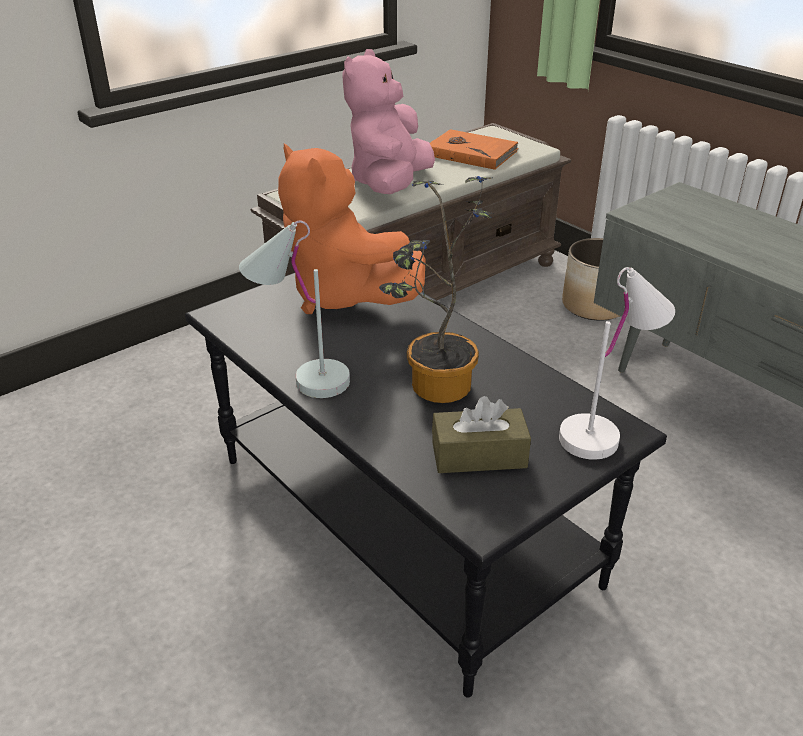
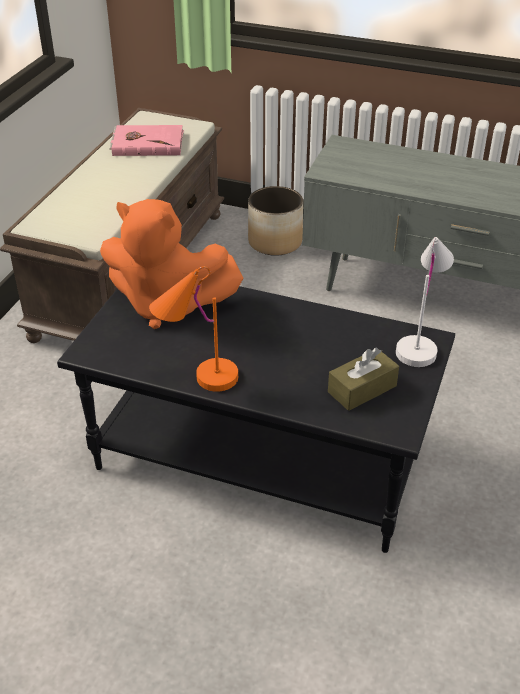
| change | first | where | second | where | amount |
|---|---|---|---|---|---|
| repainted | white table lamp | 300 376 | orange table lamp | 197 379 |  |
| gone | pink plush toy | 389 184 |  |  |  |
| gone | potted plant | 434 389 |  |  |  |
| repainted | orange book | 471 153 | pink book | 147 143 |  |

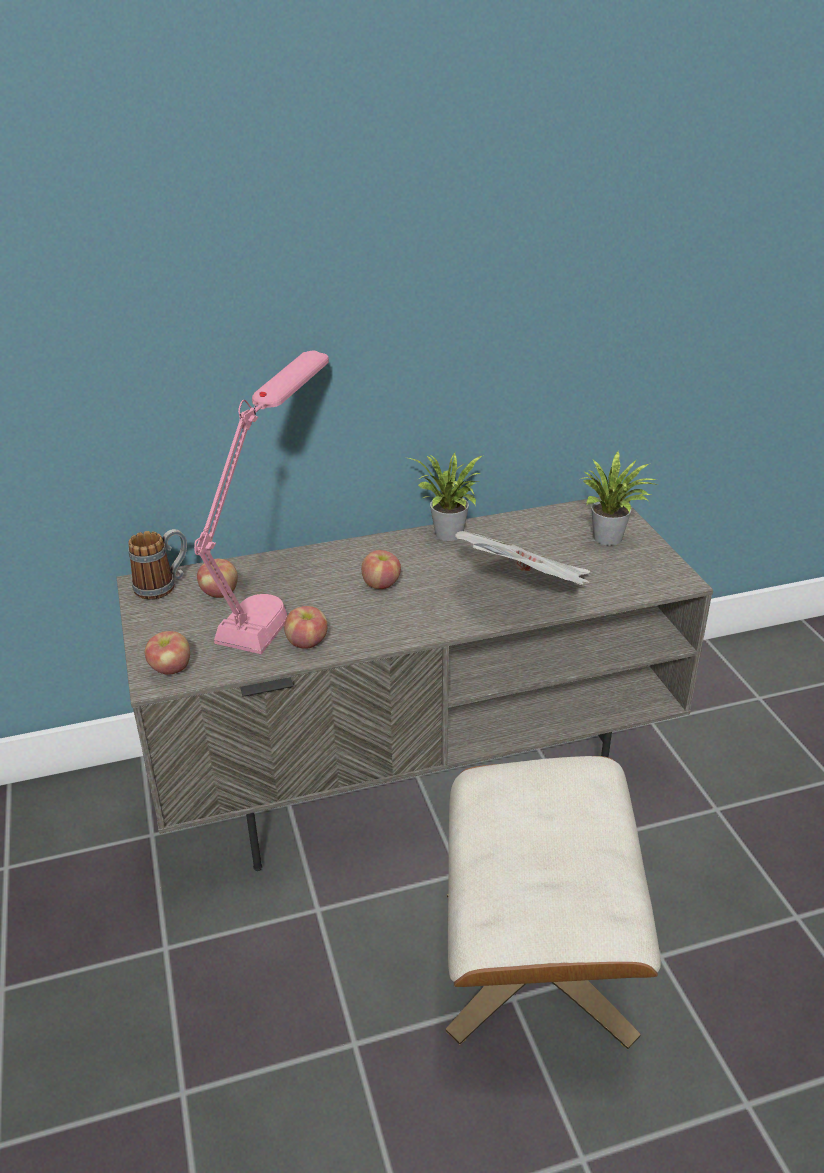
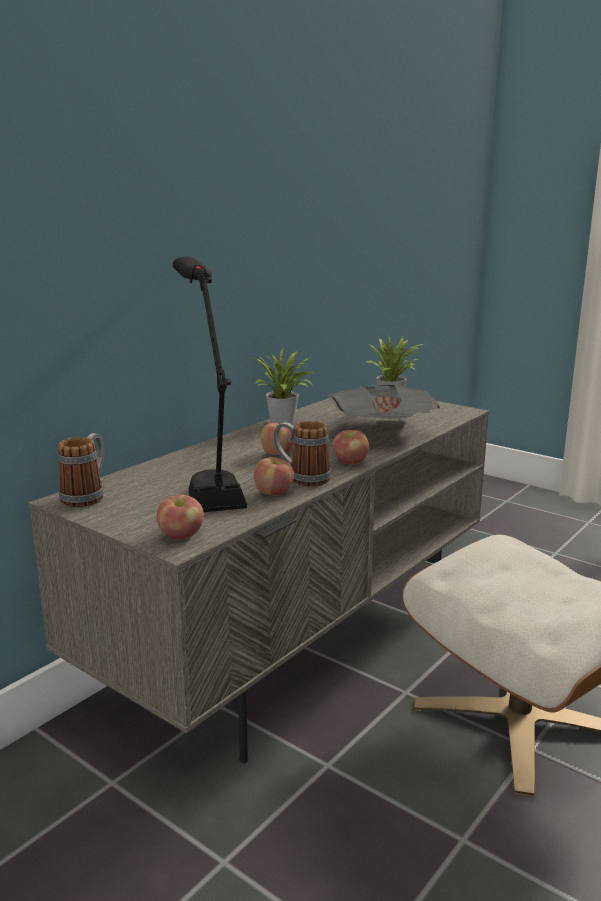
| change | first | where | second | where | amount |
|---|---|---|---|---|---|
| repainted | pink table lamp | 279 598 | black table lamp | 208 478 |  |
| shifted | apple | 219 593 |  | 350 462 |  |
| new |  |  | mug | 301 478 |  |

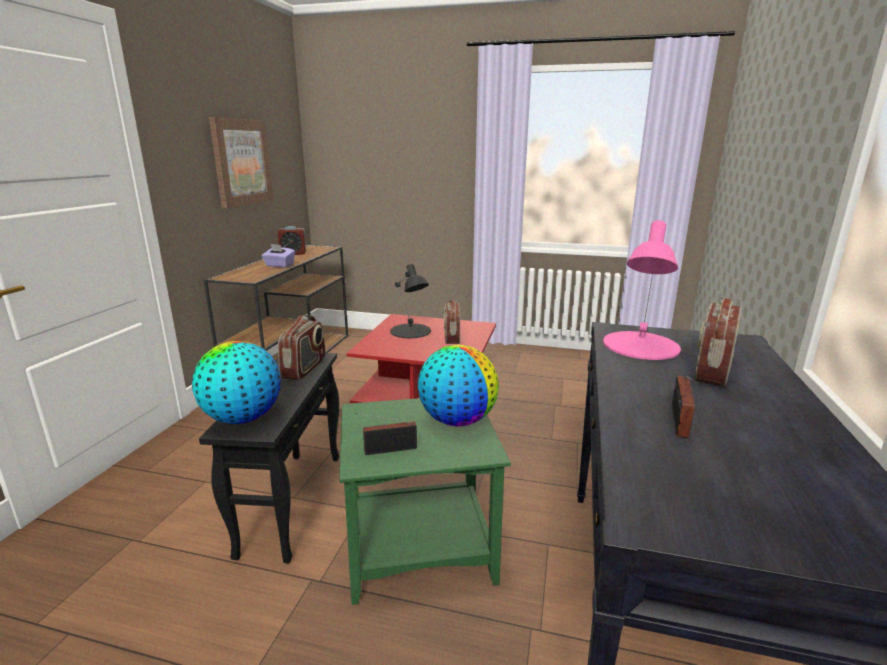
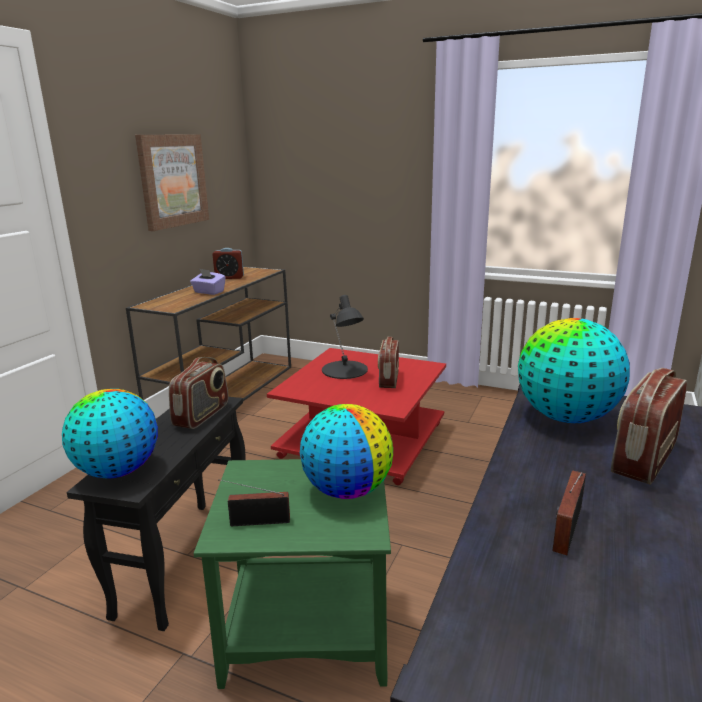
| change | first | where | second | where | amount |
|---|---|---|---|---|---|
| swapped | pink table lamp | 640 345 | globe | 565 417 |  |

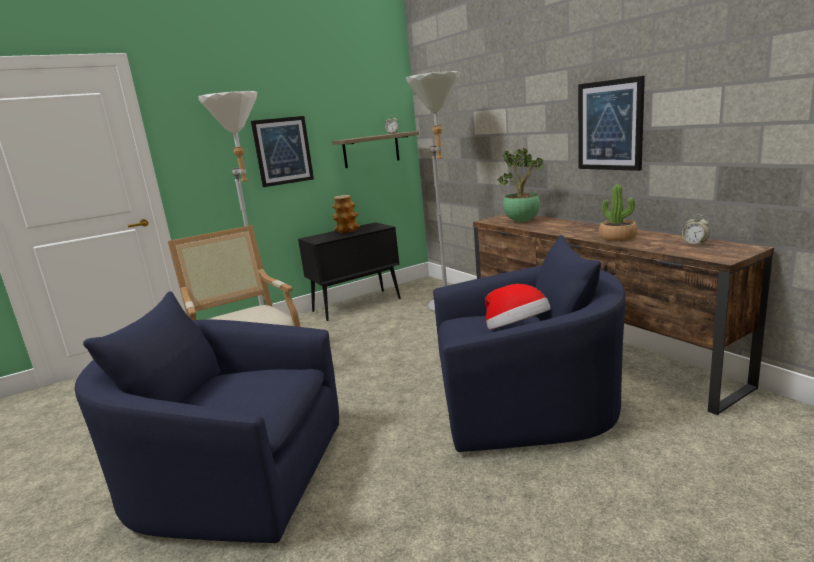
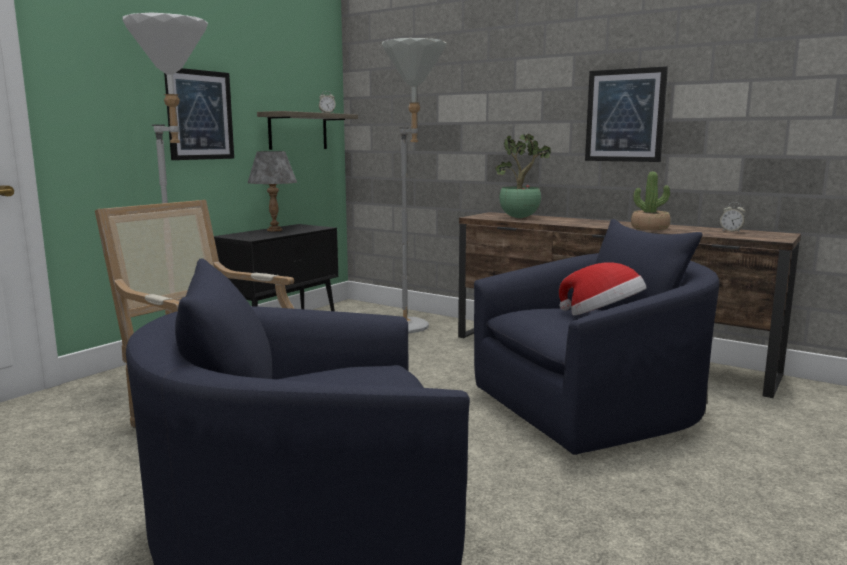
| change | first | where | second | where | amount |
|---|---|---|---|---|---|
| swapped | vase | 347 230 | grey table lamp | 274 230 |  |

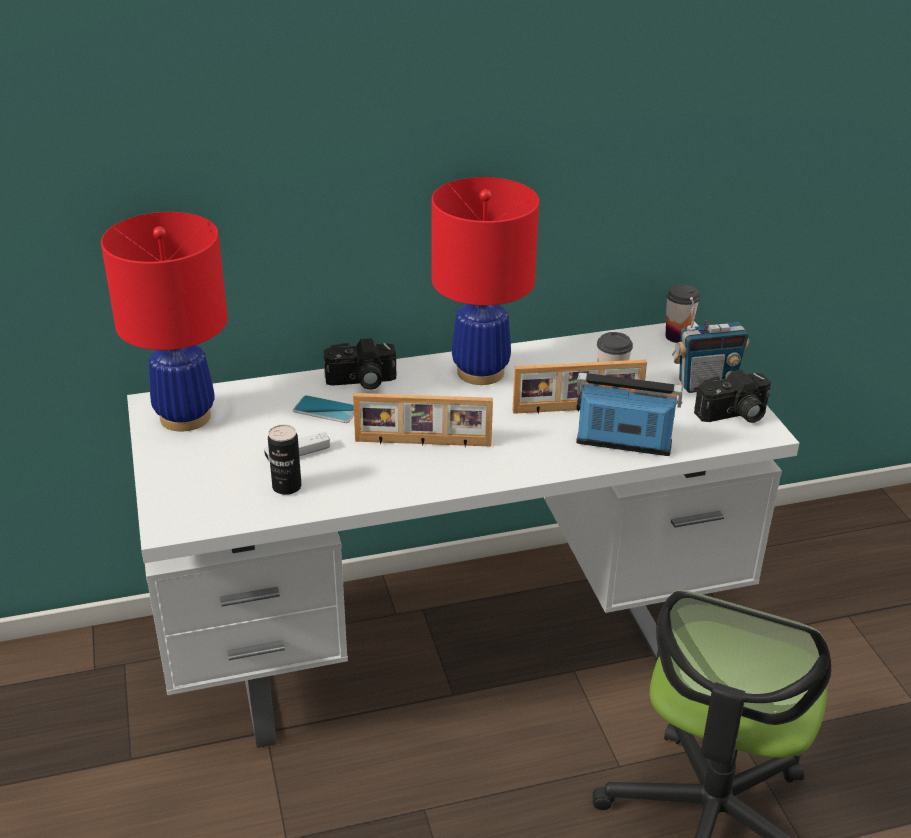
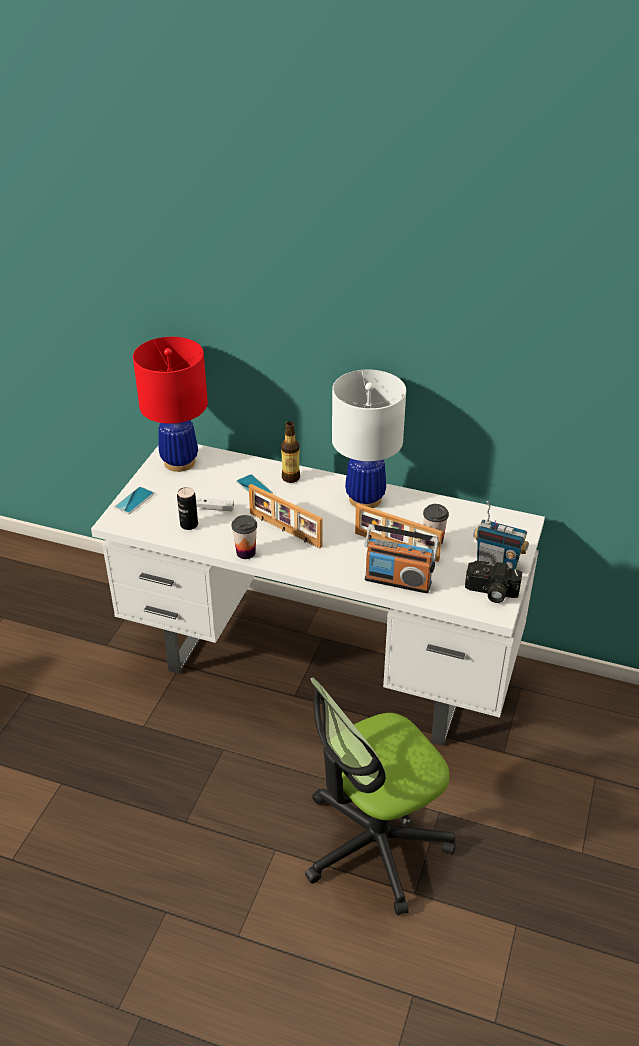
| change | first | where | second | where | amount |
|---|---|---|---|---|---|
| swapped | photo camera | 361 381 | bottle | 291 478 |  |
| repainted | red table lamp | 480 372 | white table lamp | 364 499 |  |
| rotated | radio | 623 444 |  | 398 581 | 150 degrees clockwise |
| shifted | cup | 677 336 |  | 246 552 |  |
| new |  |  | phone | 134 501 |  |

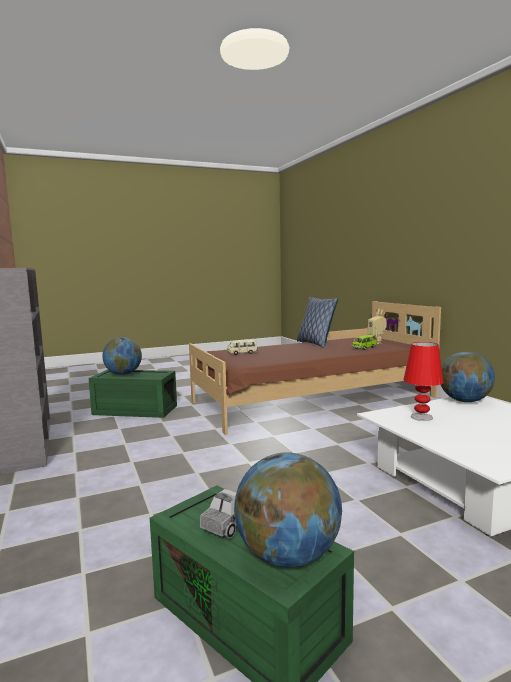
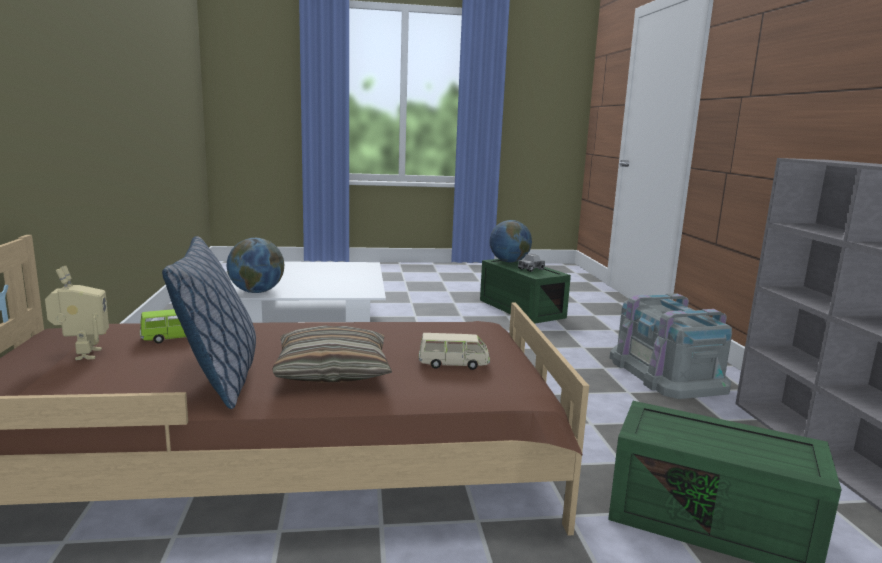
| change | first | where | second | where | amount |
|---|---|---|---|---|---|
| gone | globe | 123 374 |  |  |  |
| gone | red table lamp | 422 417 |  |  |  |
| new |  |  | pillow | 333 371 |  |
| new |  |  | grey storage box | 667 373 |  |

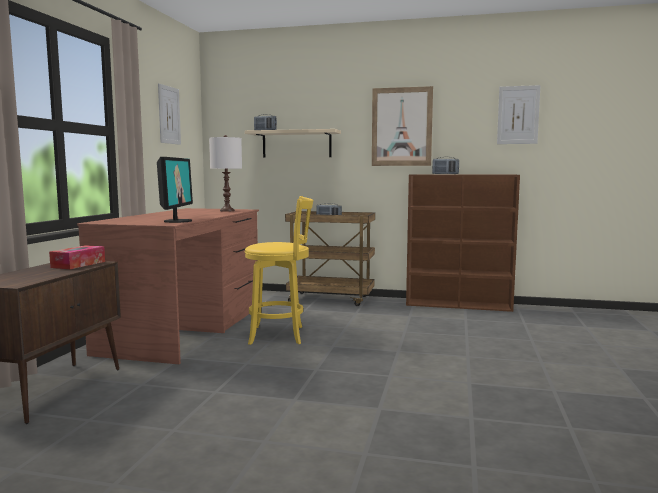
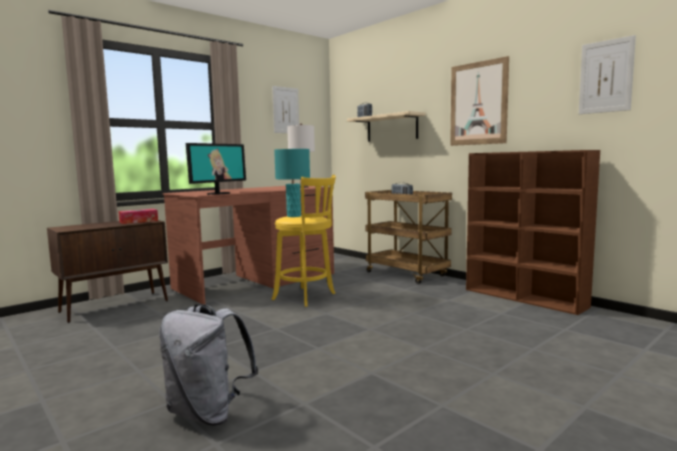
| change | first | where | second | where | amount |
|---|---|---|---|---|---|
| gone | radio | 445 174 |  |  |  |
| new |  |  | grey backpack | 208 413 |  |
| new |  |  | turquoise table lamp | 293 216 |  |

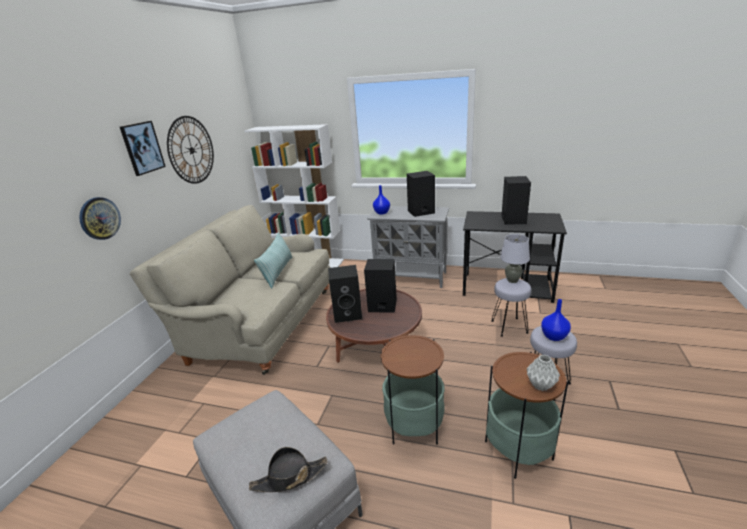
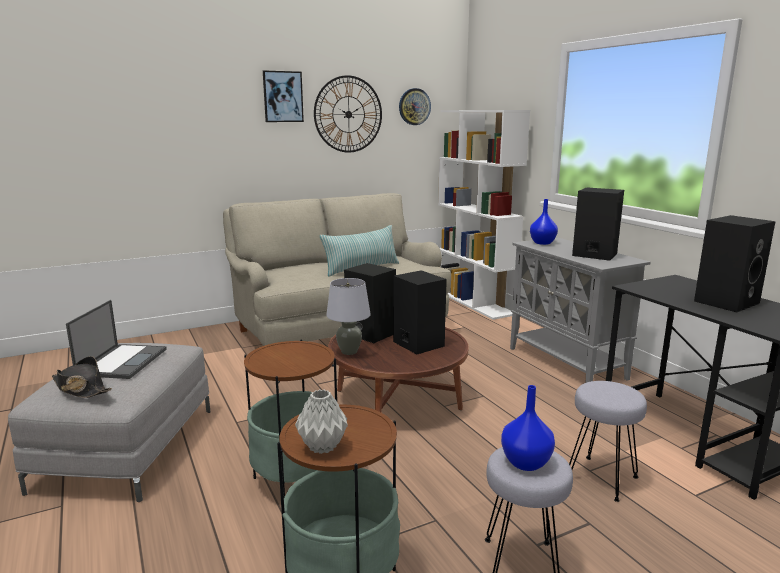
| change | first | where | second | where | amount |
|---|---|---|---|---|---|
| shifted | wall clock | 99 218 |  | 414 106 |  |
| shifted | grey table lamp | 512 280 |  | 349 352 |  |
| new |  |  | laptop | 123 361 |  |

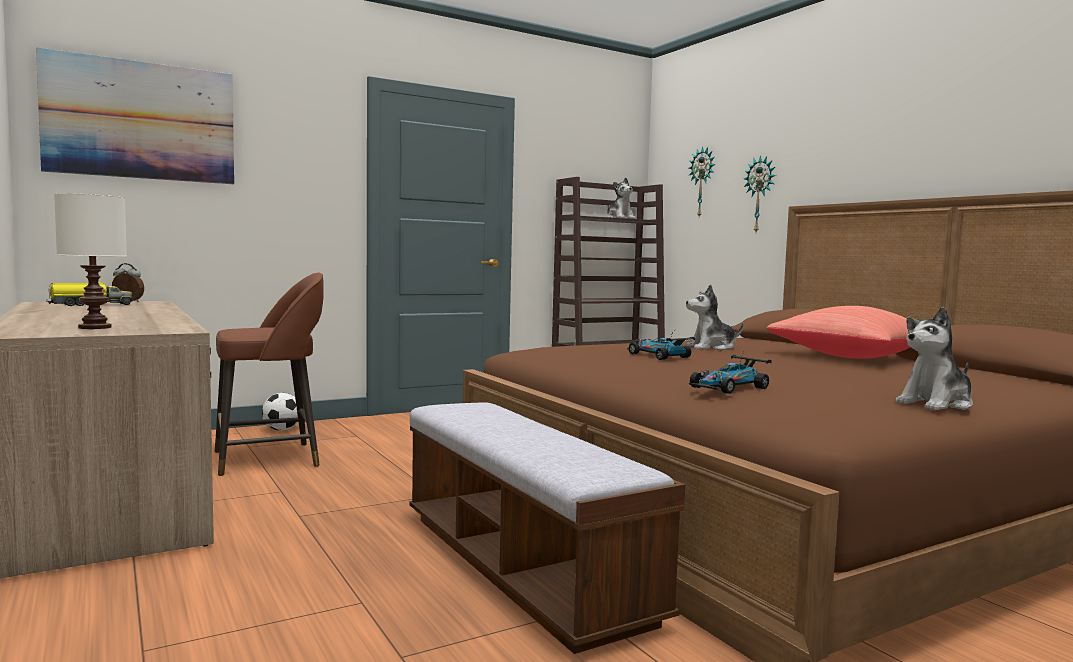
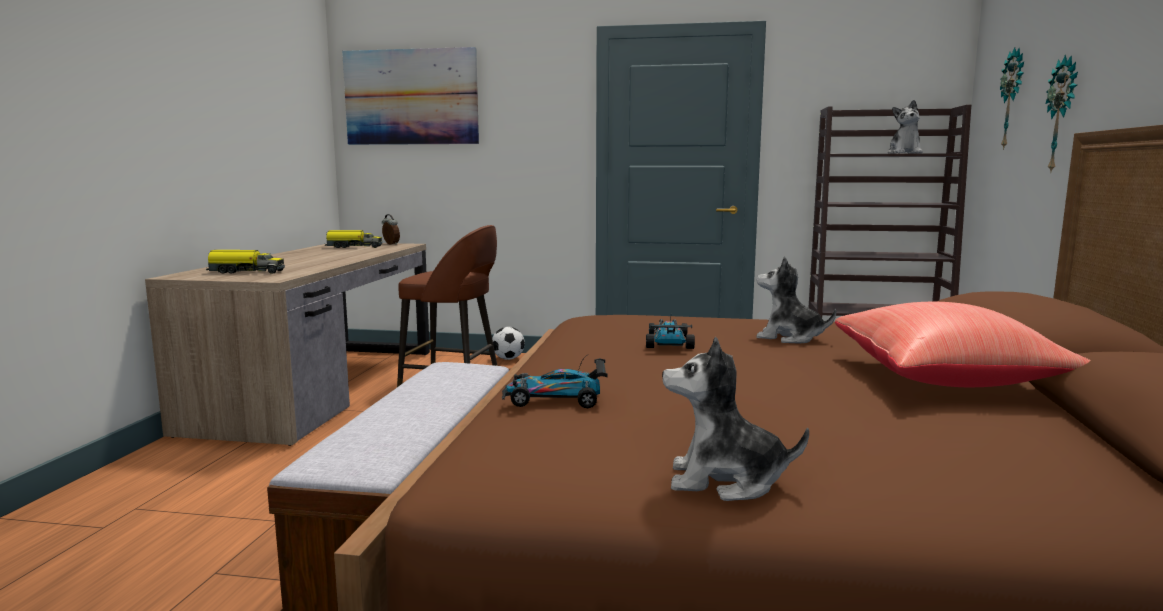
| change | first | where | second | where | amount |
|---|---|---|---|---|---|
| swapped | white table lamp | 93 327 | toy truck | 245 272 |  |

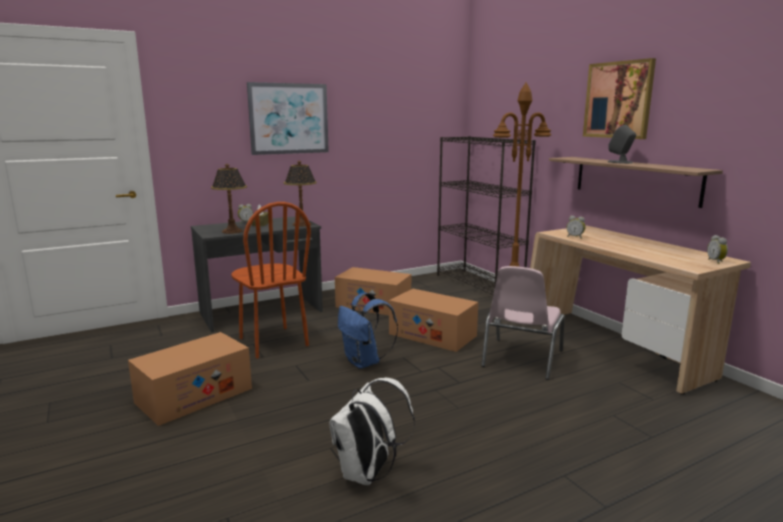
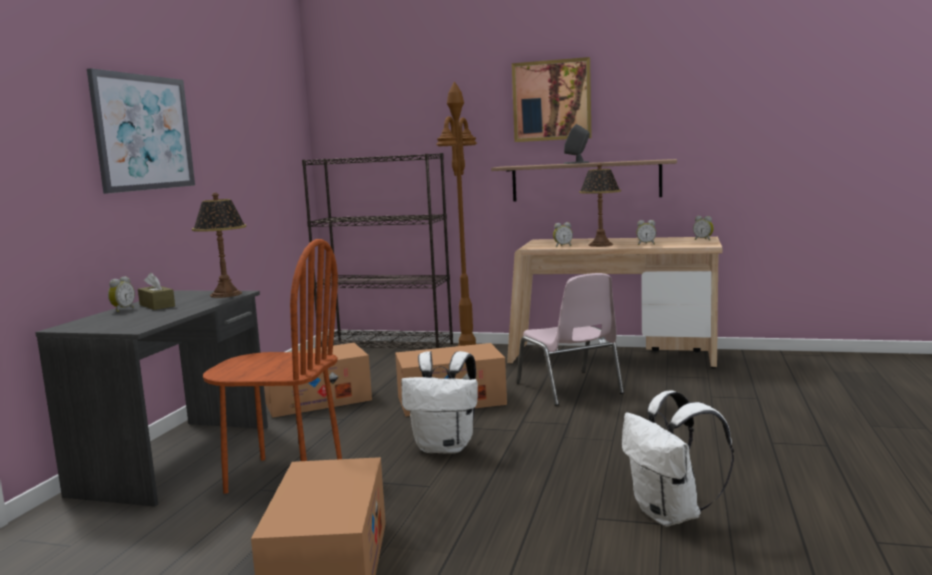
| change | first | where | second | where | amount |
|---|---|---|---|---|---|
| shifted | table lamp | 232 231 |  | 600 245 |  |
| repainted | blue backpack | 364 362 | white backpack | 446 447 |  |
| new |  |  | alarm clock | 646 244 |  |

